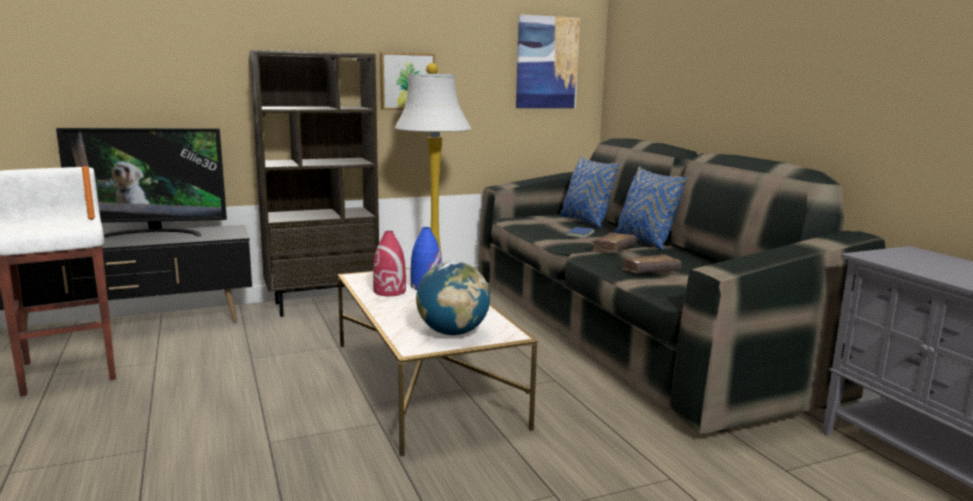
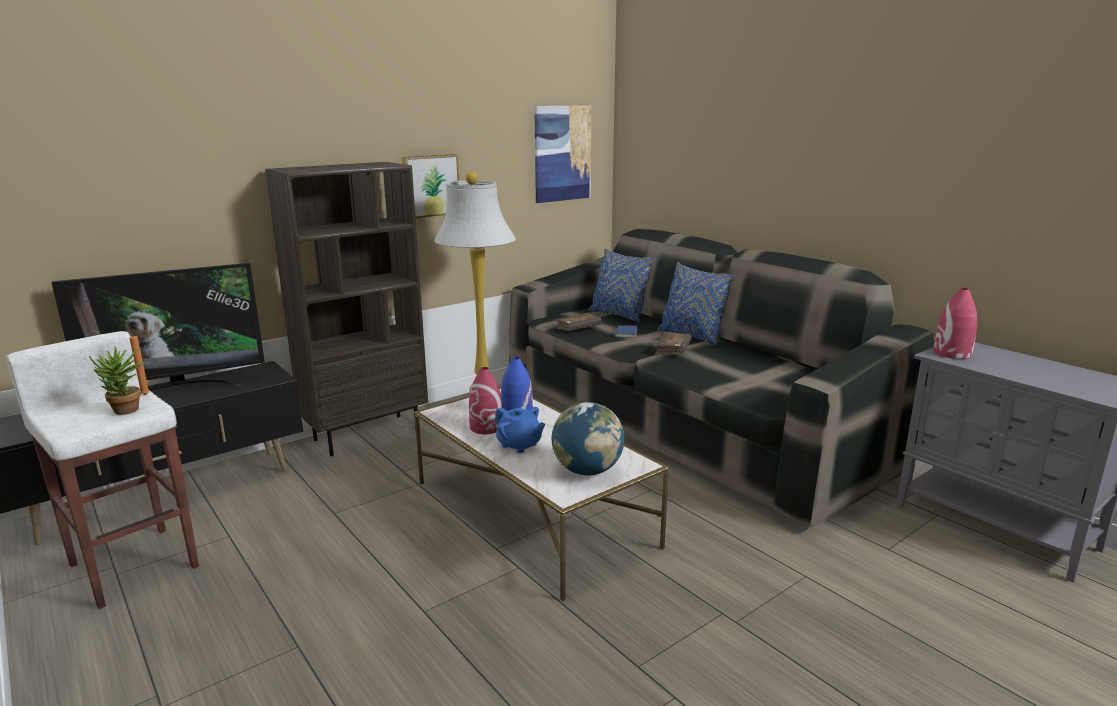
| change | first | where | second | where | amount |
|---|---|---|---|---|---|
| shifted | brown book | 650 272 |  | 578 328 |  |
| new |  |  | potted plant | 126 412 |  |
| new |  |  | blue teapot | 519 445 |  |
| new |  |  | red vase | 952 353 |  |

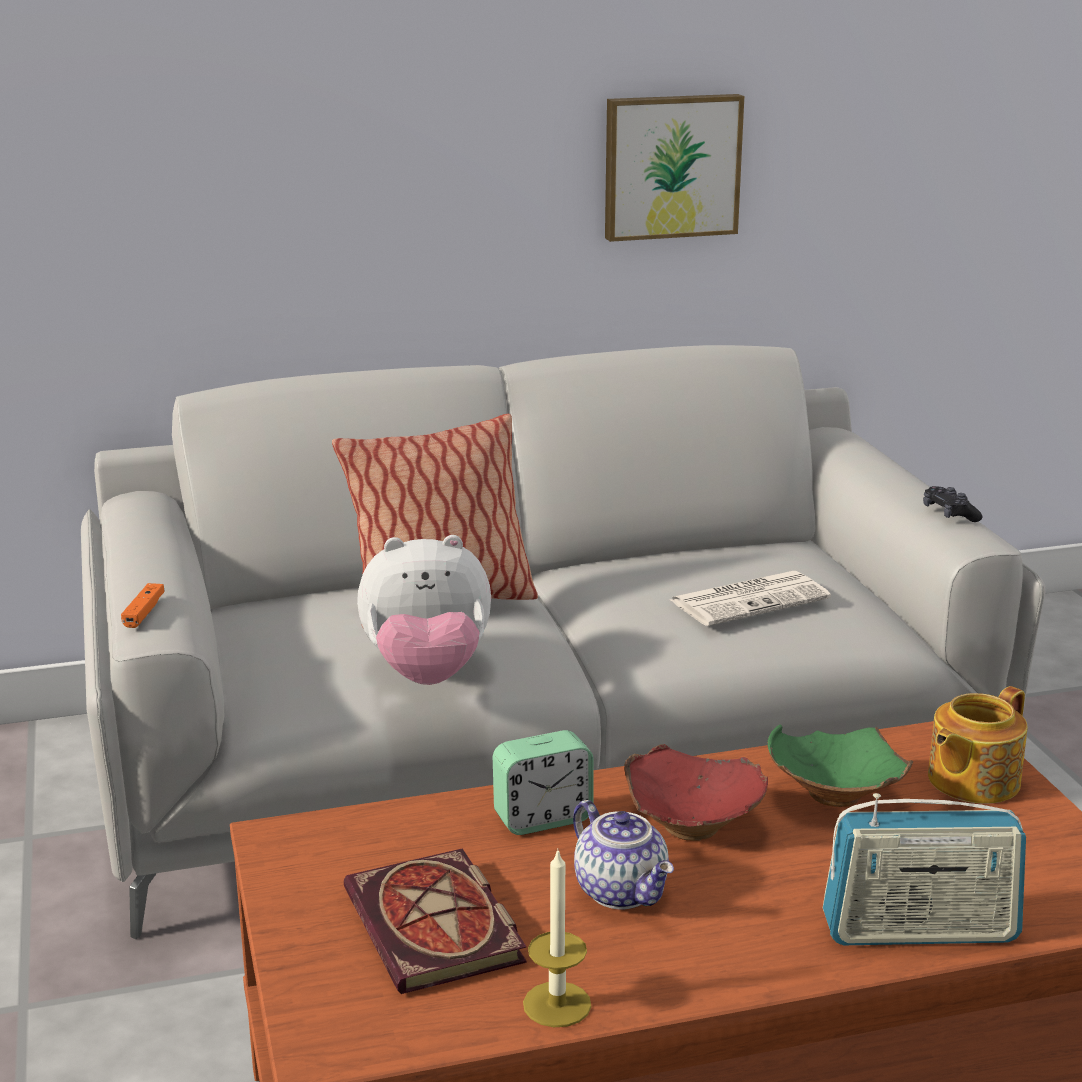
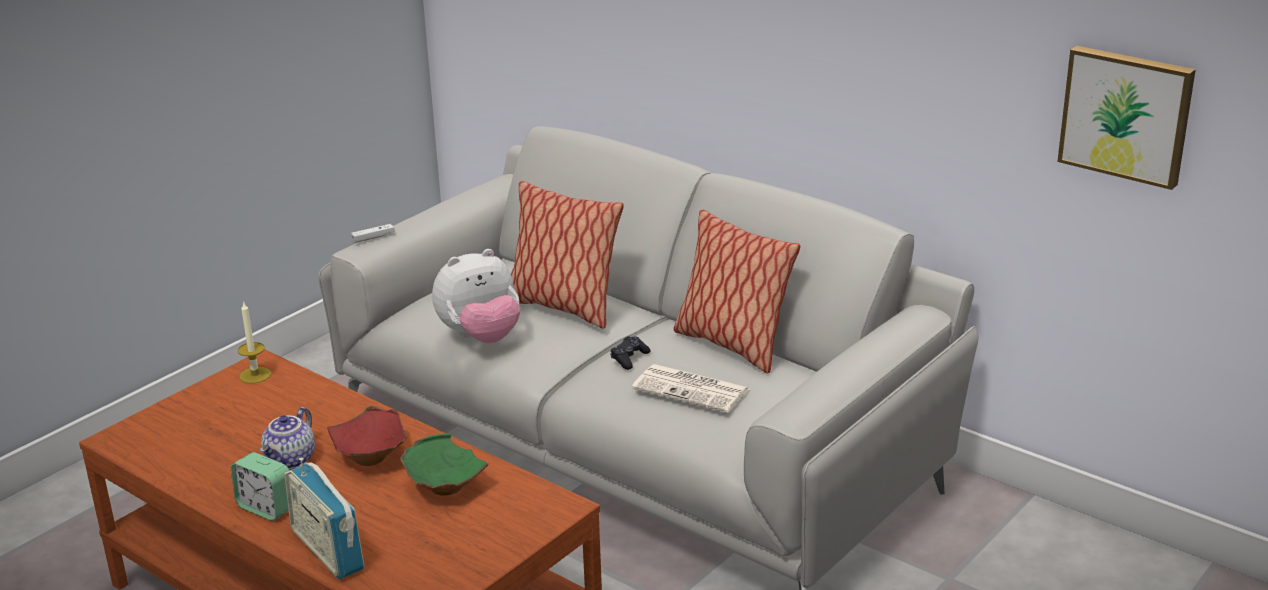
| change | first | where | second | where | amount |
|---|---|---|---|---|---|
| repainted | orange game controller | 144 612 | white game controller | 373 237 |  |
| gone | book | 439 929 |  |  |  |
| rotated | plush toy | 427 674 |  | 481 337 | 75 degrees counterclockwise |
| shifted | alarm clock | 542 818 |  | 266 508 |  |
| shifted | candle | 557 1004 |  | 255 375 |  |
| shifted | picture | 671 166 |  | 1127 115 |  |
| shifted | black game controller | 949 514 |  | 629 358 |  |
| gone | teapot | 971 780 |  |  |  |
| new |  |  | pillow | 732 345 |  |

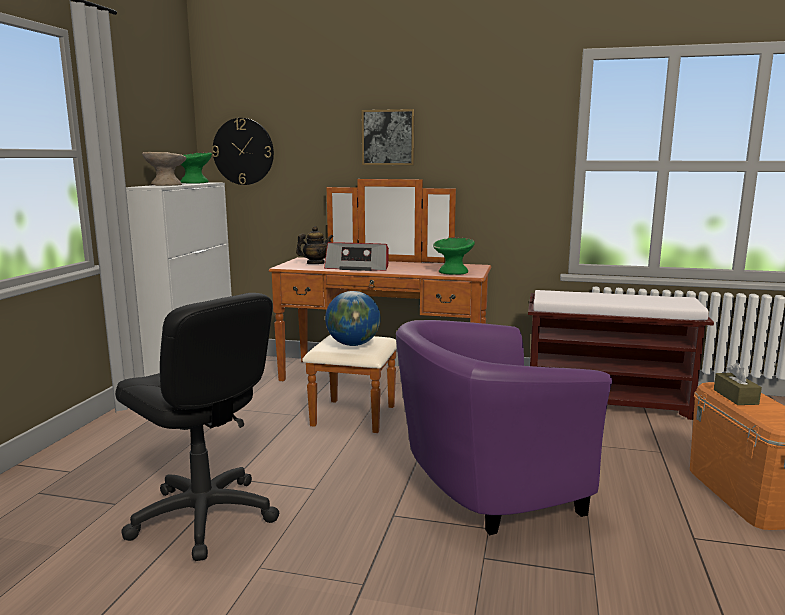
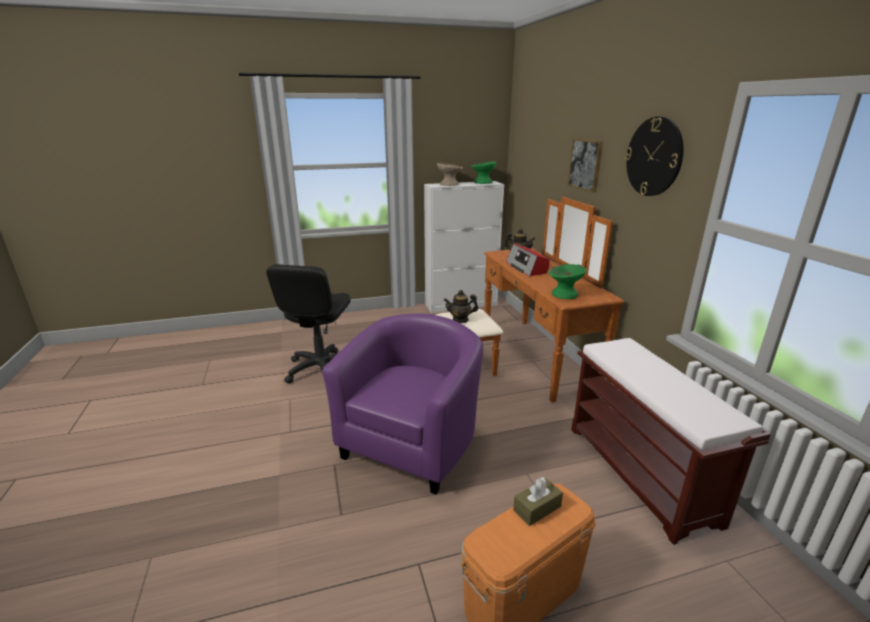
| change | first | where | second | where | amount |
|---|---|---|---|---|---|
| shifted | wall clock | 243 151 |  | 654 157 |  |
| swapped | globe | 353 344 | teapot | 460 319 |  |
| rotated | purple armchair | 483 489 |  | 412 443 | 75 degrees clockwise |

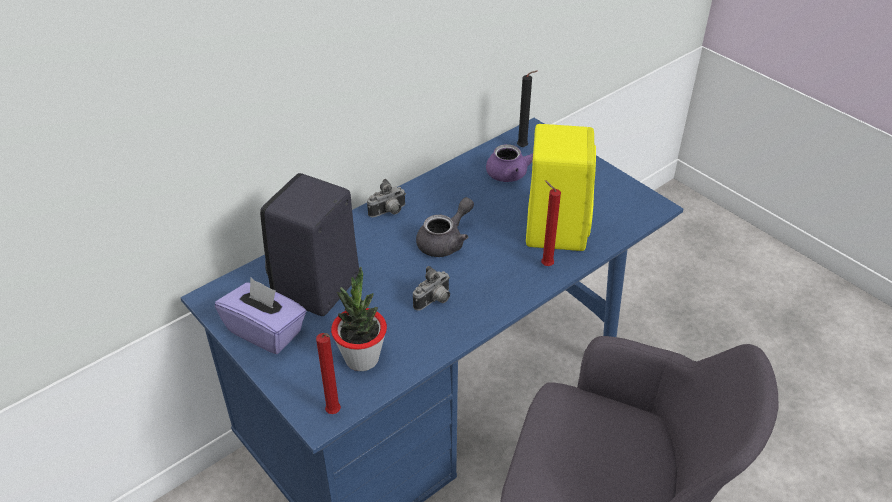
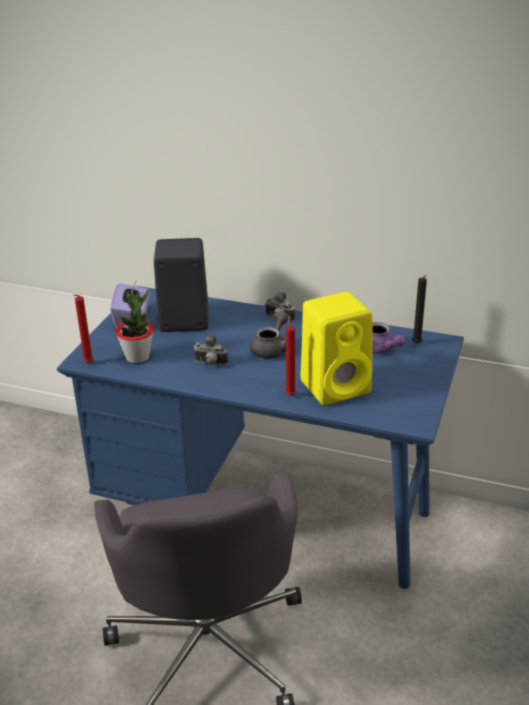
| change | first | where | second | where | amount |
|---|---|---|---|---|---|
| rotated | grey teapot | 445 241 |  | 272 348 | 75 degrees counterclockwise |

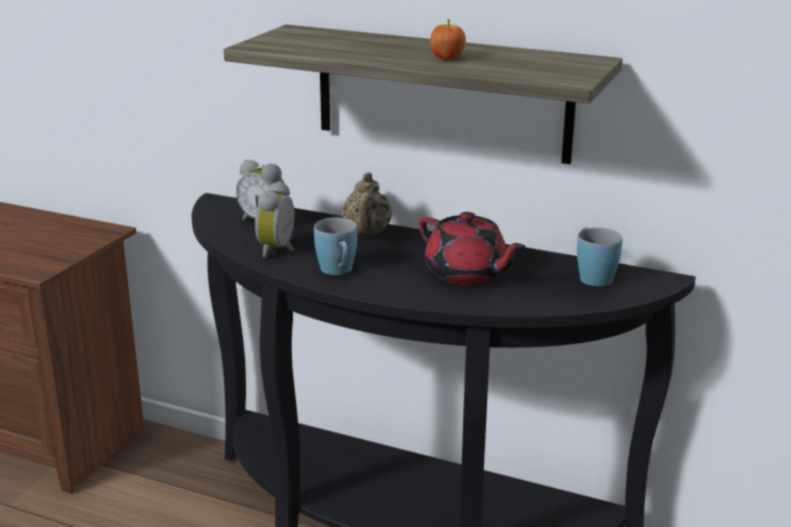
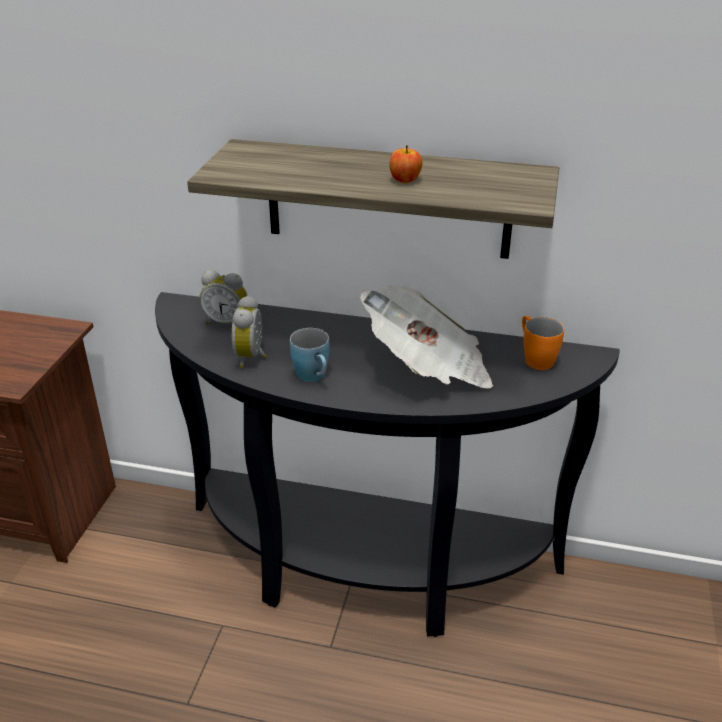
| change | first | where | second | where | amount |
|---|---|---|---|---|---|
| gone | beige teapot | 367 234 |  |  |  |
| swapped | red teapot | 467 274 | newspaper | 428 367 |  |
| repainted | blue mug | 592 276 | orange mug | 534 358 |  |

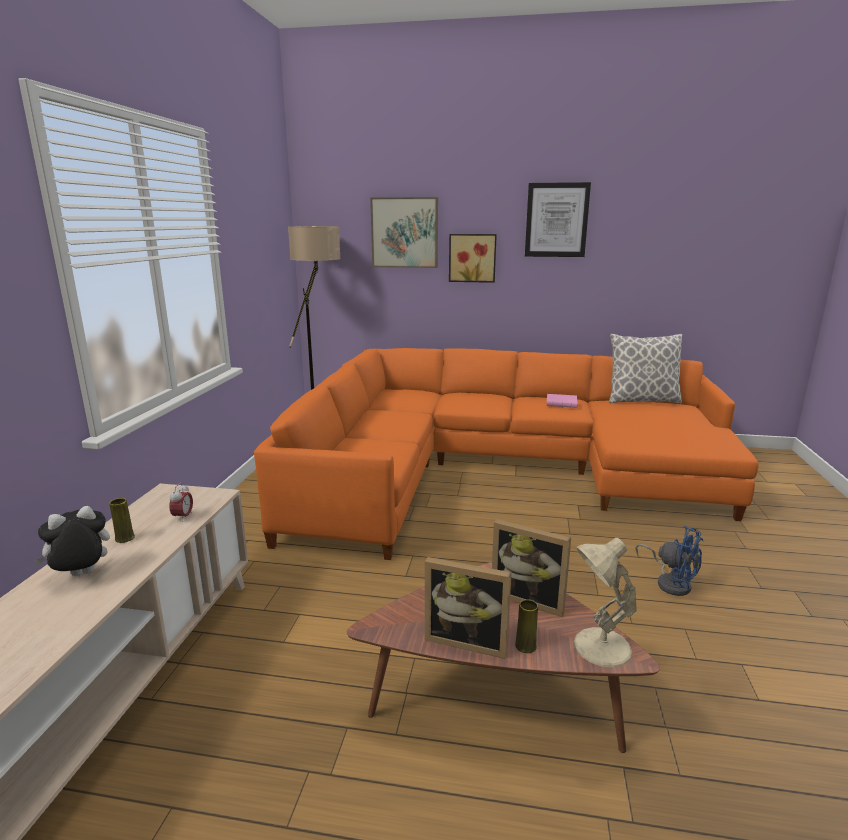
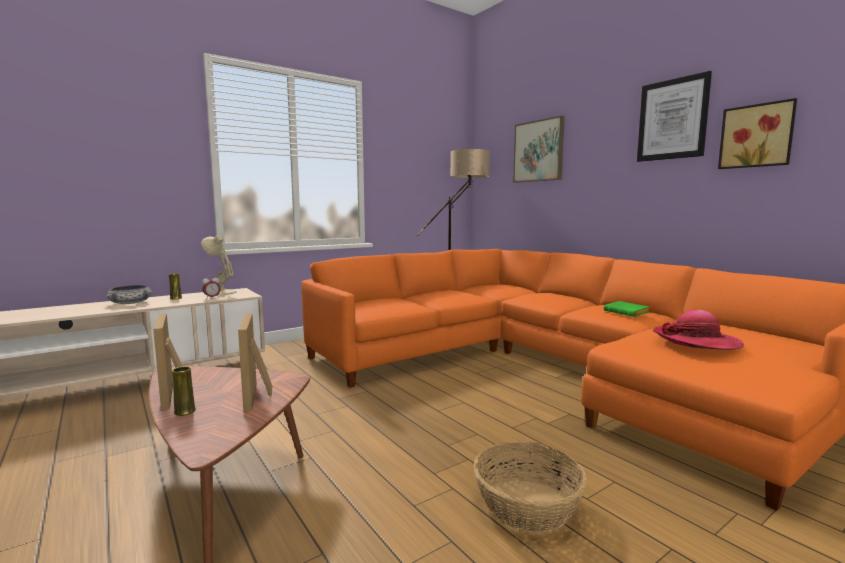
| change | first | where | second | where | amount |
|---|---|---|---|---|---|
| swapped | plush toy | 81 576 | bowl | 130 303 |  |
| shifted | picture | 472 258 |  | 756 136 |  |
| repainted | pink book | 562 404 | green book | 627 313 |  |
| shifted | beige table lamp | 599 647 |  | 221 292 |  |
| gone | pillow | 641 401 |  |  |  |
| swapped | blue fan | 670 582 | basket | 527 504 |  |
| new |  |  | hat | 696 341 |  |

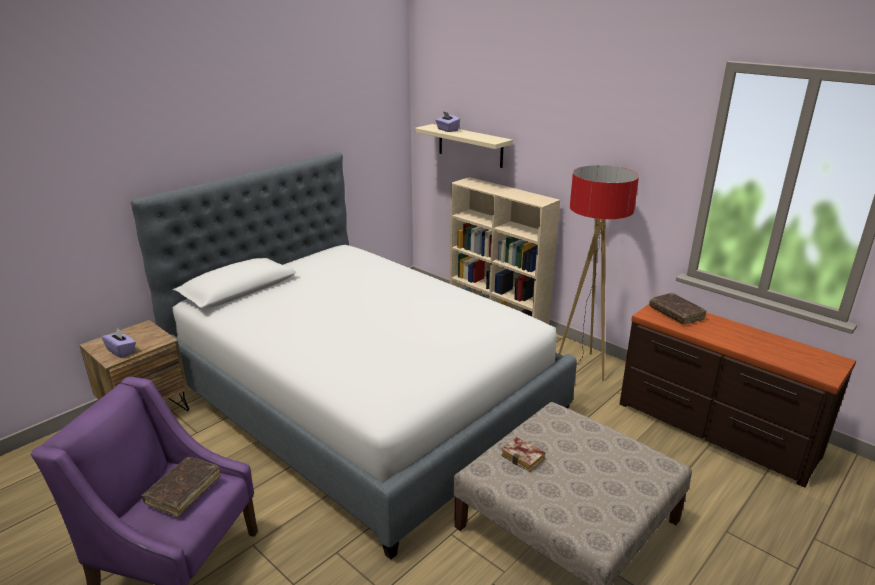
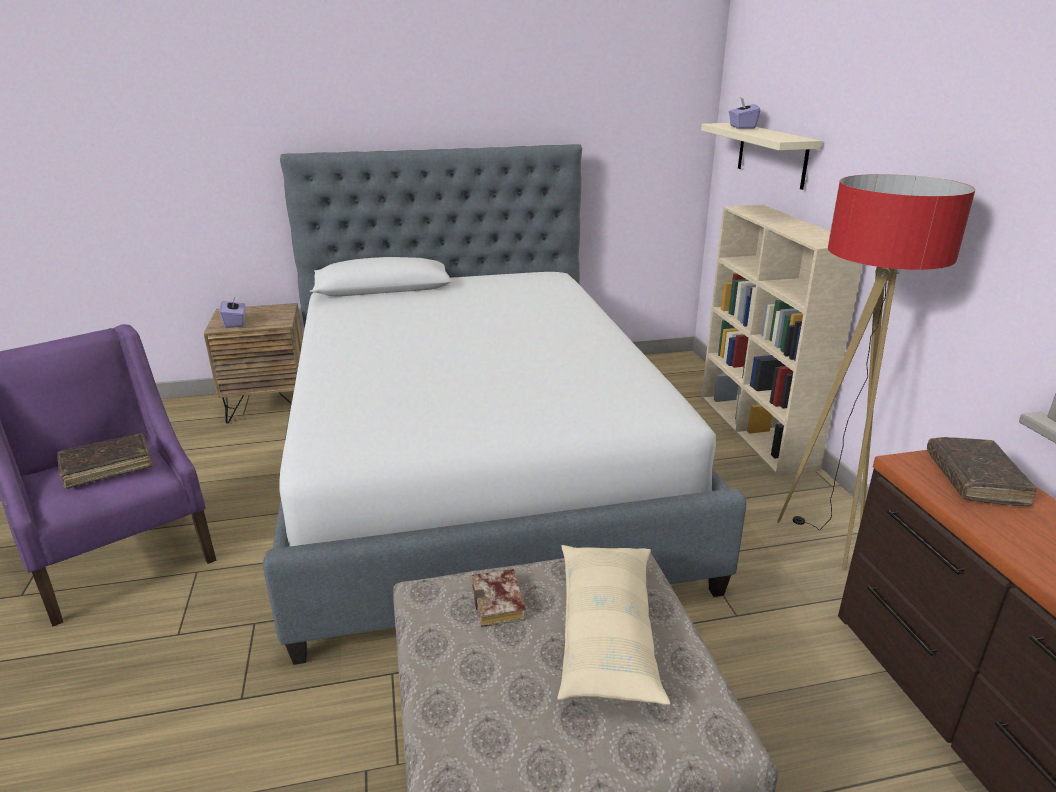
| change | first | where | second | where | amount |
|---|---|---|---|---|---|
| new |  |  | beige pillow | 608 634 |  |

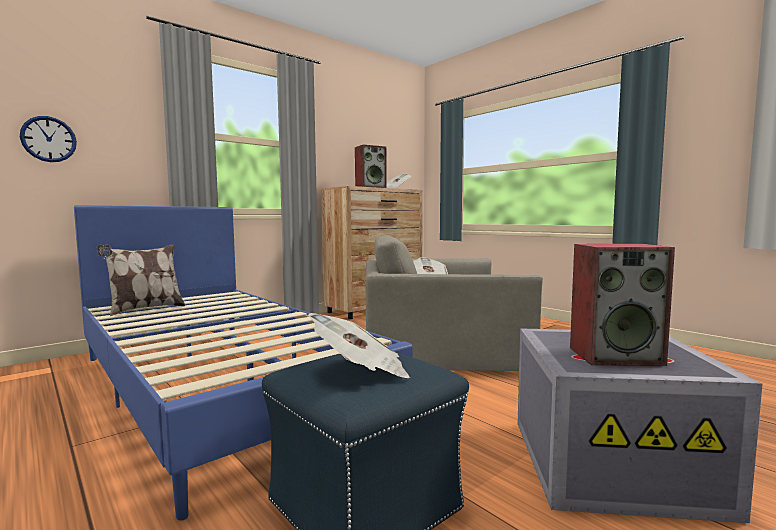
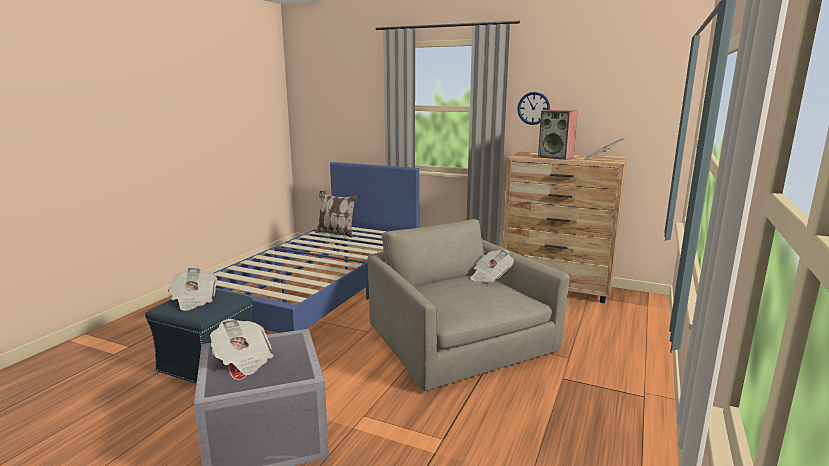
| change | first | where | second | where | amount |
|---|---|---|---|---|---|
| shifted | wall clock | 49 139 |  | 533 108 |  |
| swapped | speaker | 616 356 | newspaper | 243 360 |  |

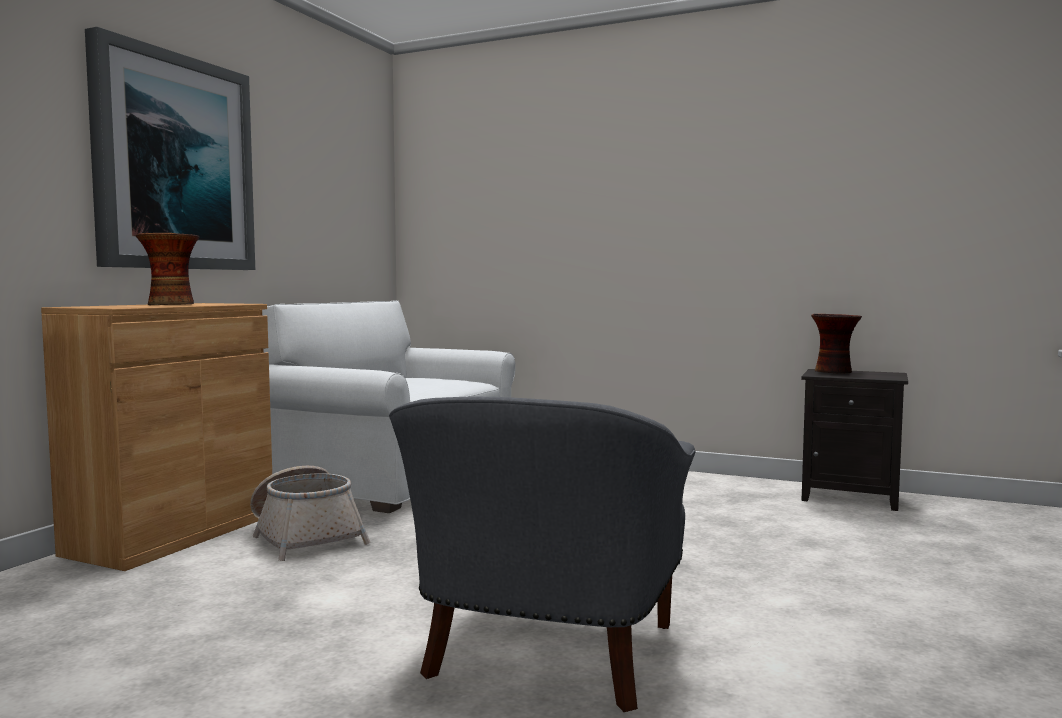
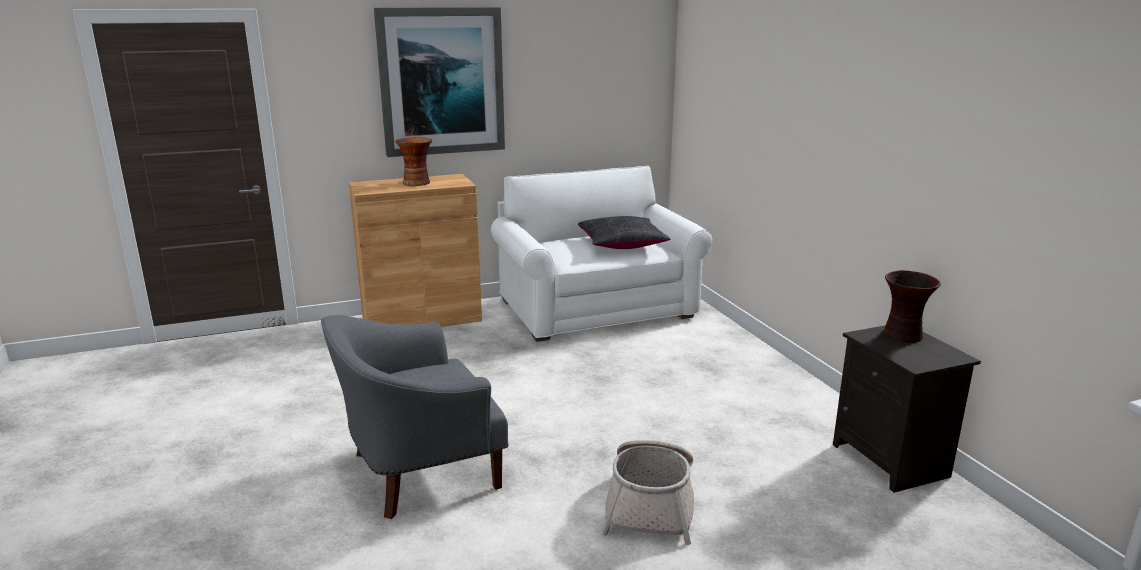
| change | first | where | second | where | amount |
|---|---|---|---|---|---|
| shifted | basket | 305 536 |  | 651 504 |  |
| new |  |  | black pillow | 622 244 |  |

